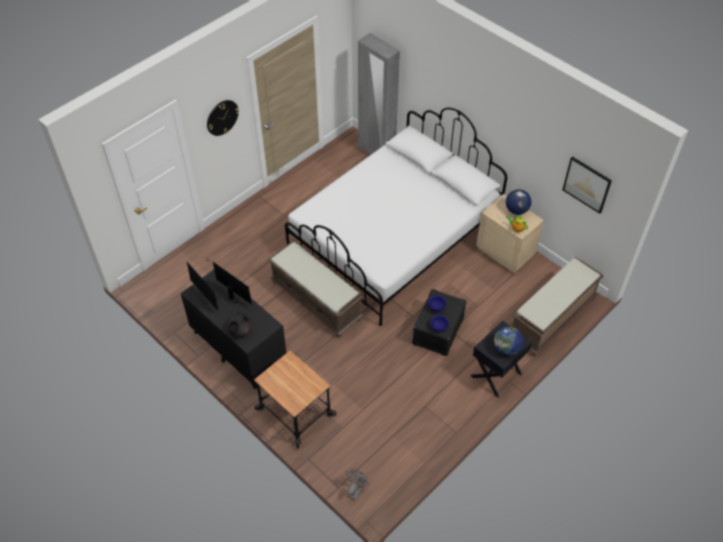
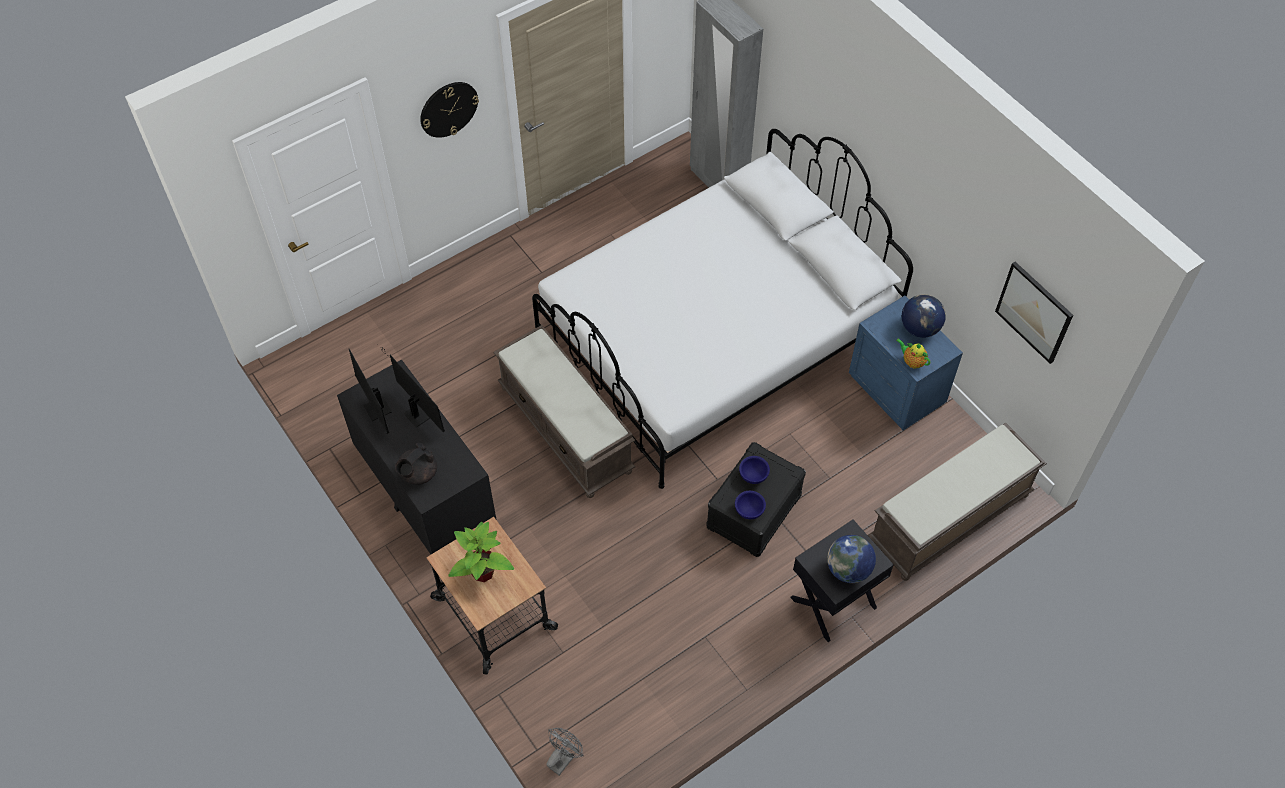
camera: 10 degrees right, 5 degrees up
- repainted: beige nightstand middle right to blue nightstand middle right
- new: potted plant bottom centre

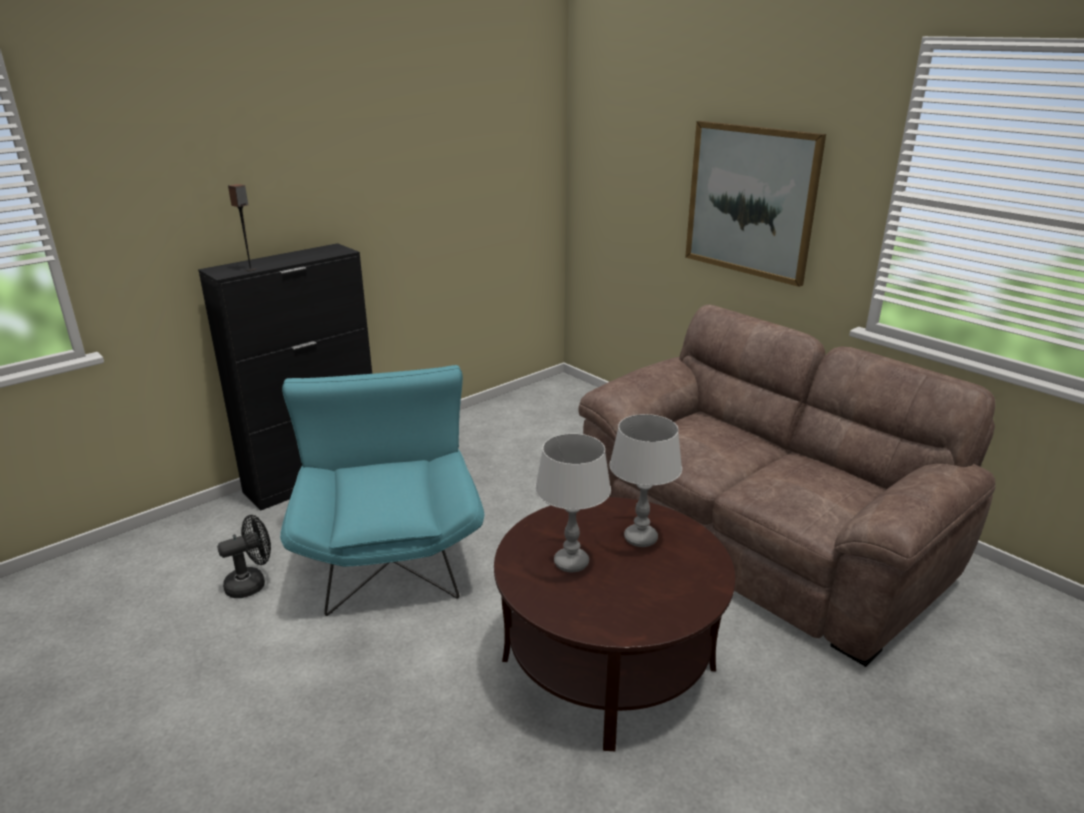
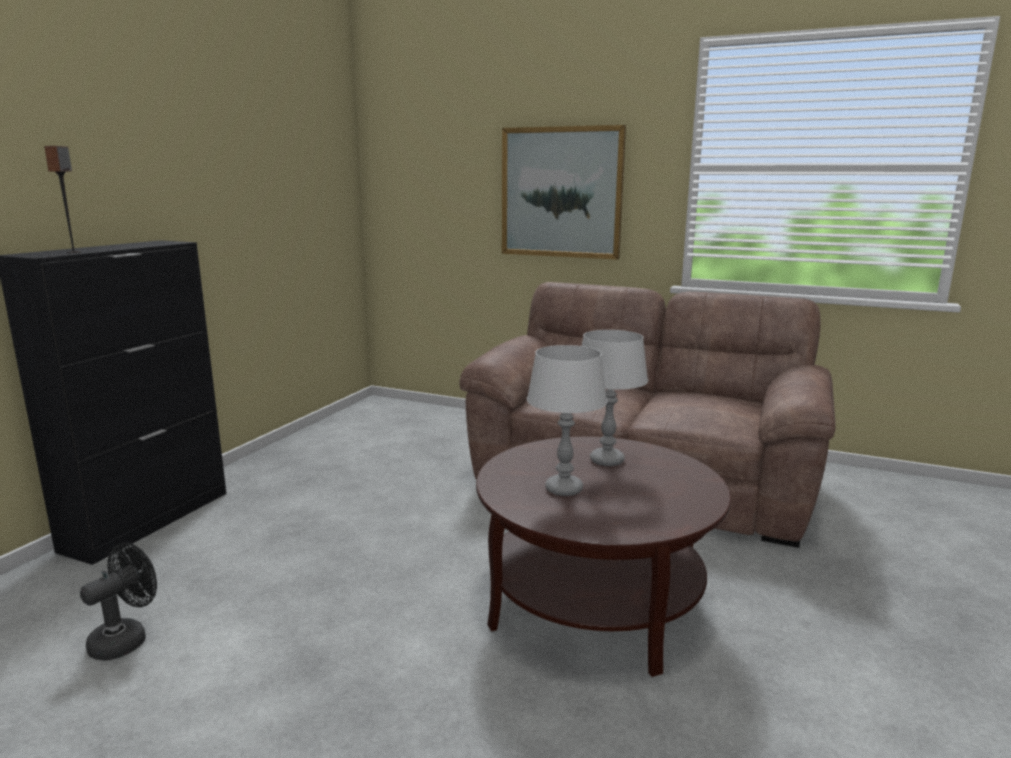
camera: 25 degrees left, 10 degrees down
- gone: turquoise armchair centre

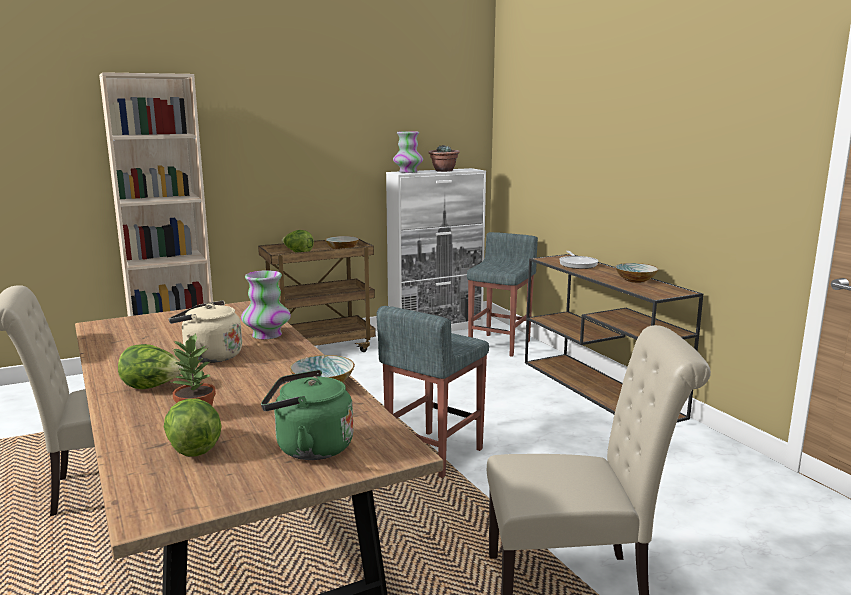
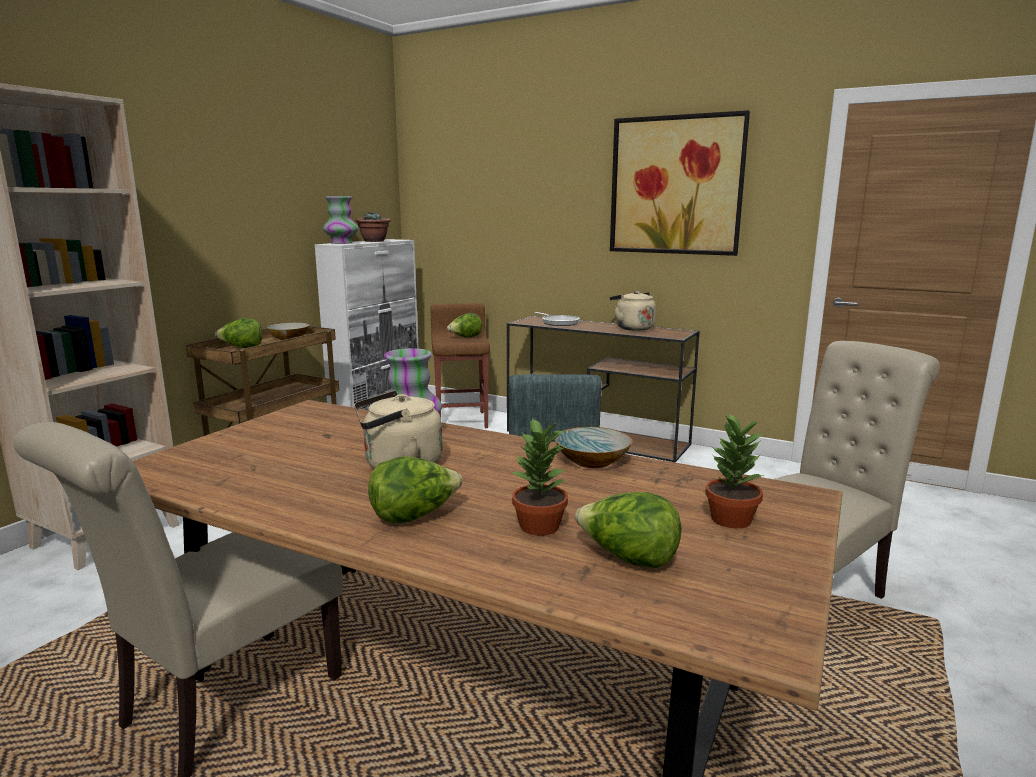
camera: 35 degrees left, 0 degrees up
- swapped: green kettle bottom centre to potted plant (no. 3 from left) middle right
- repainted: grey stool (no. 2 from left) centre to brown stool centre
- swapped: bowl (no. 3 from left) middle right to beige kettle (no. 2 from left) centre
- new: lettuce (no. 3 from left) centre
- new: picture top centre

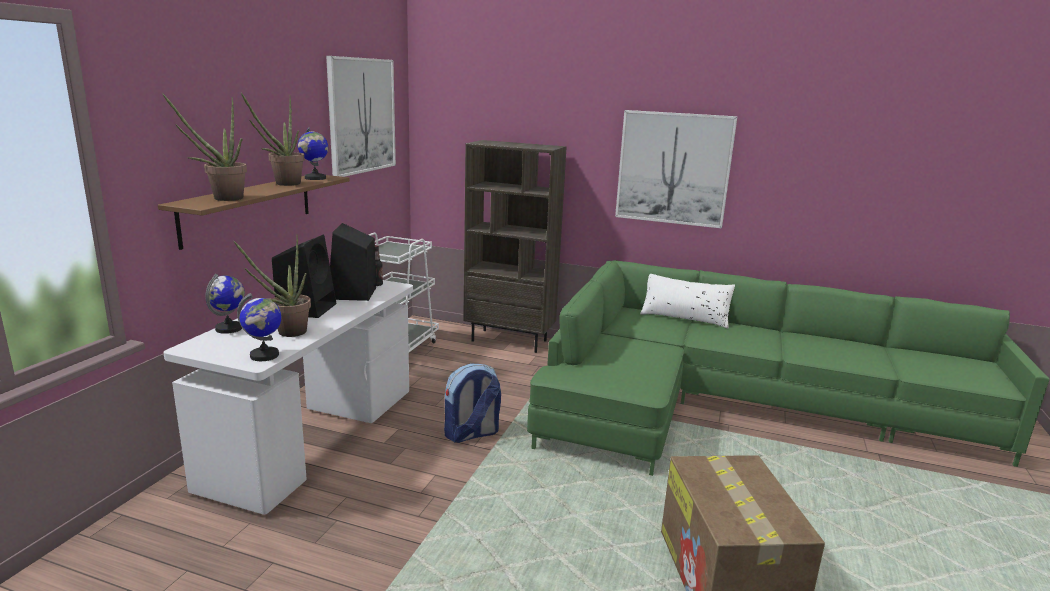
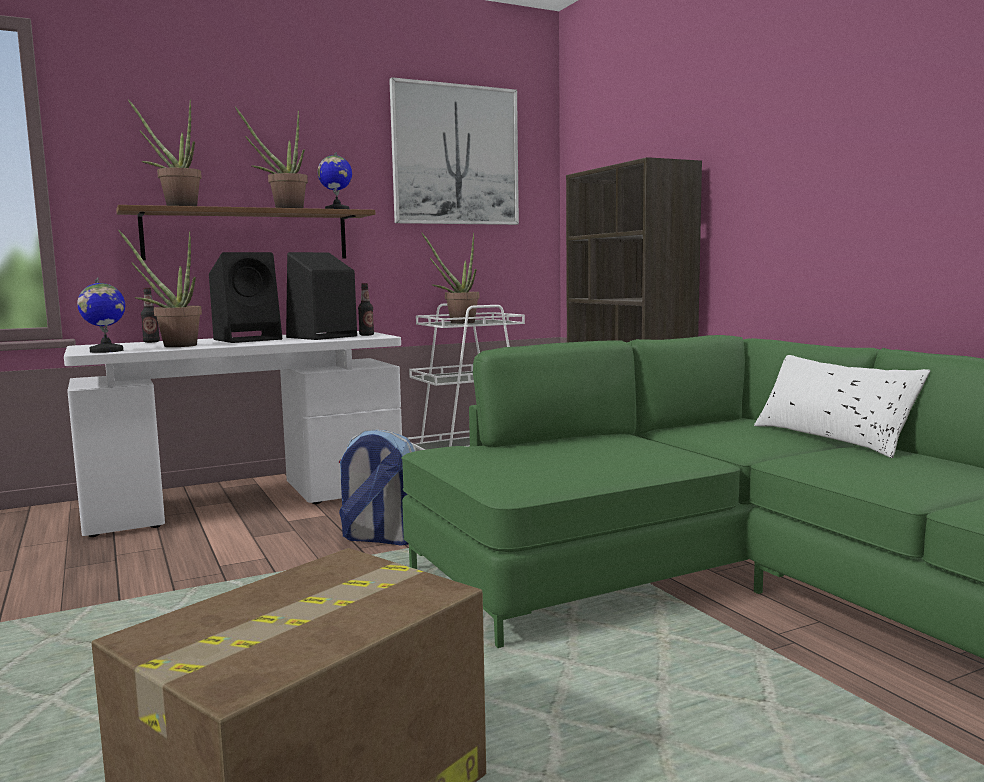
camera: 45 degrees right, 10 degrees down
- swapped: globe (no. 1 from left) middle left to bottle (no. 1 from left) middle left
- gone: picture (no. 2 from left) top centre
- new: potted plant (no. 4 from left) centre

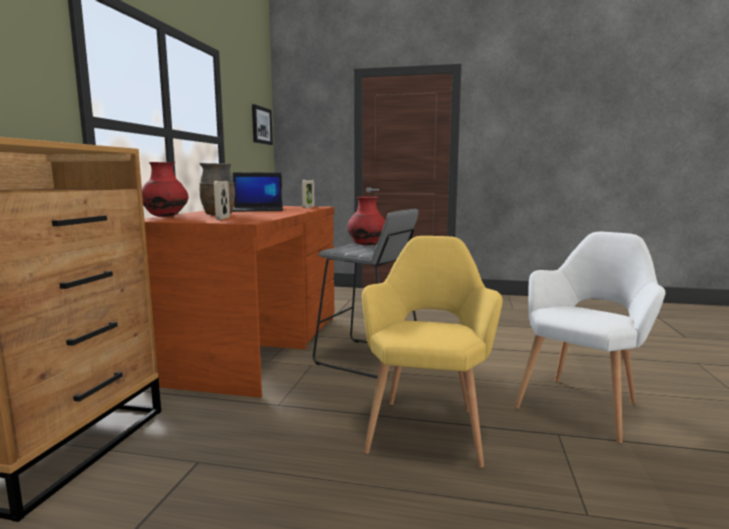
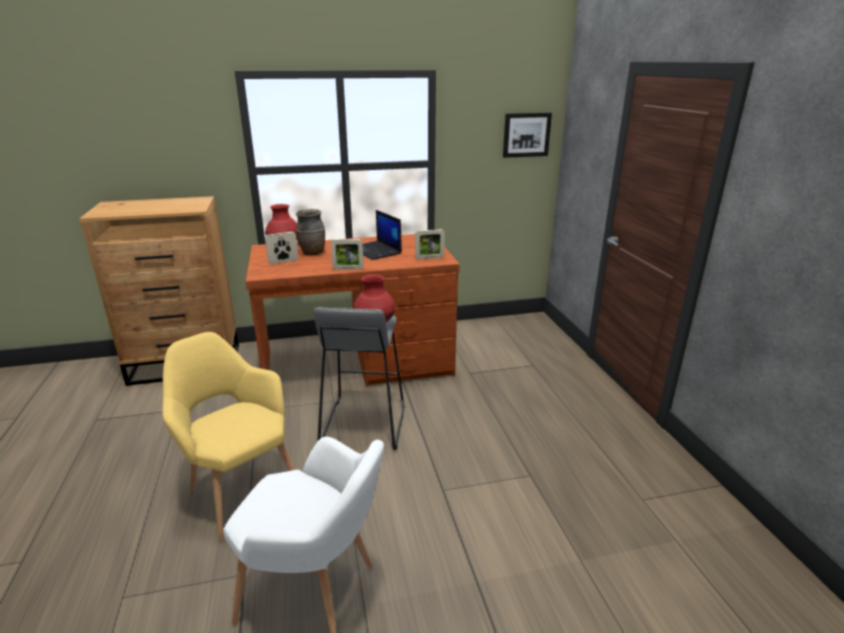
camera: 65 degrees right, 15 degrees up
- rotated: yellow armchair centre = bottom left 120 degrees counterclockwise
- new: picture frame (no. 2 from left) centre

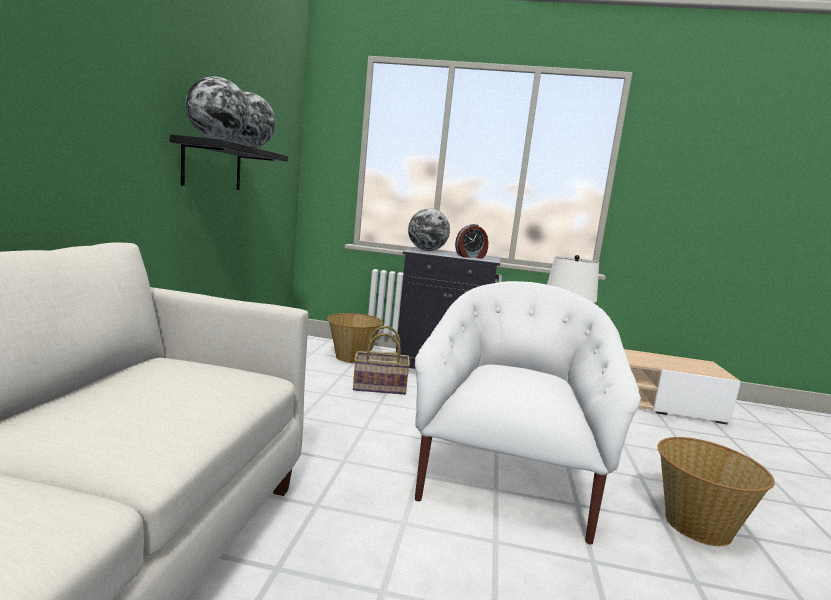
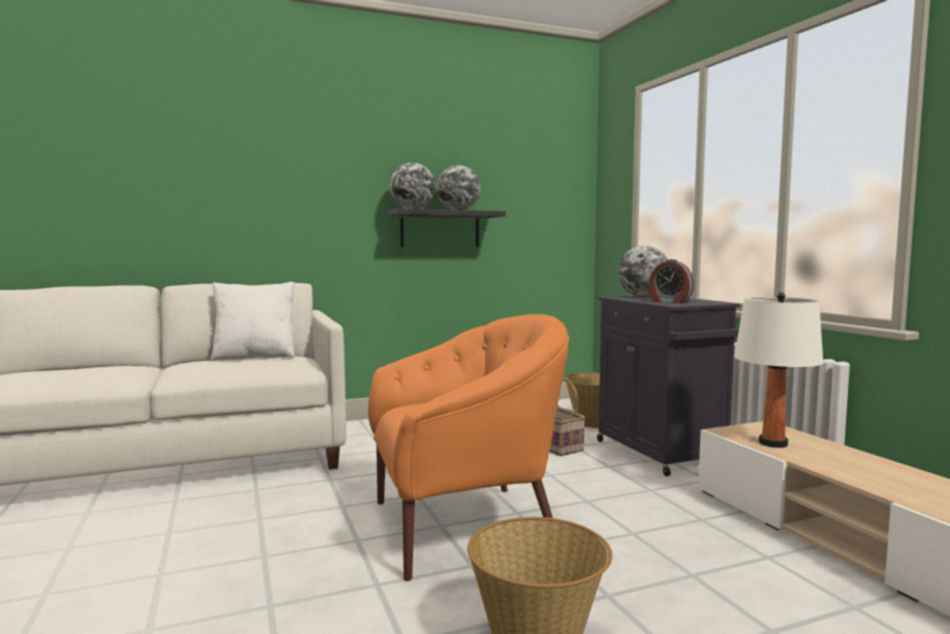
camera: 60 degrees right, 5 degrees down
- repainted: white armchair bottom centre to orange armchair bottom centre
- new: white pillow middle left

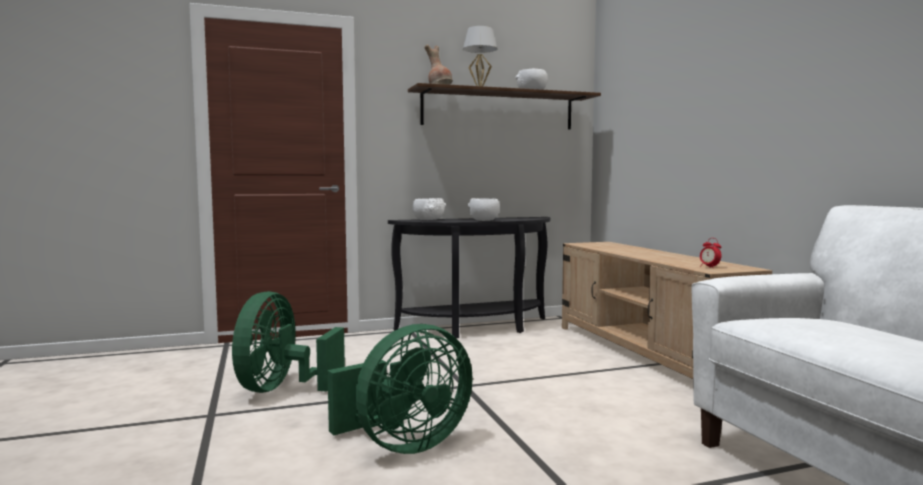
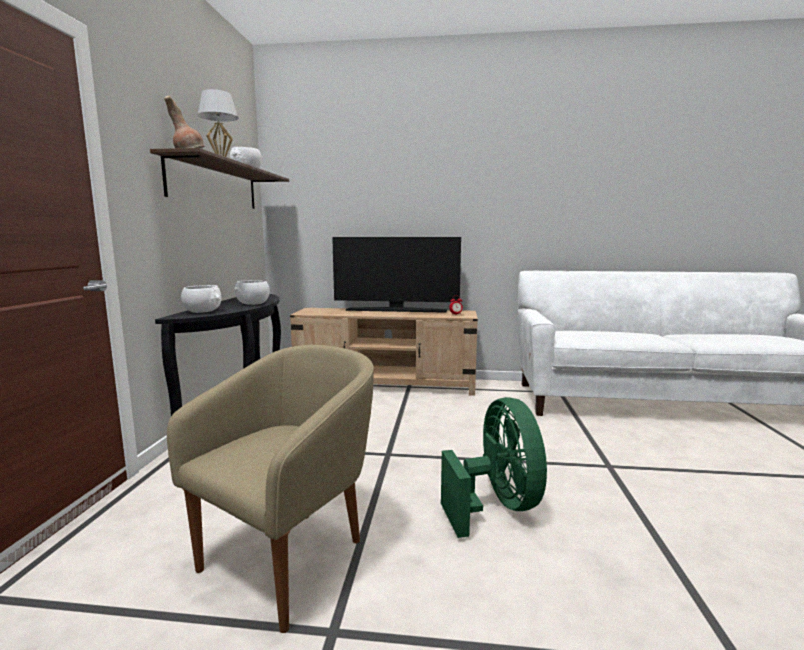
camera: 65 degrees left, 5 degrees up
- swapped: green fan (no. 1 from left) bottom left to beige armchair bottom centre
- new: television centre

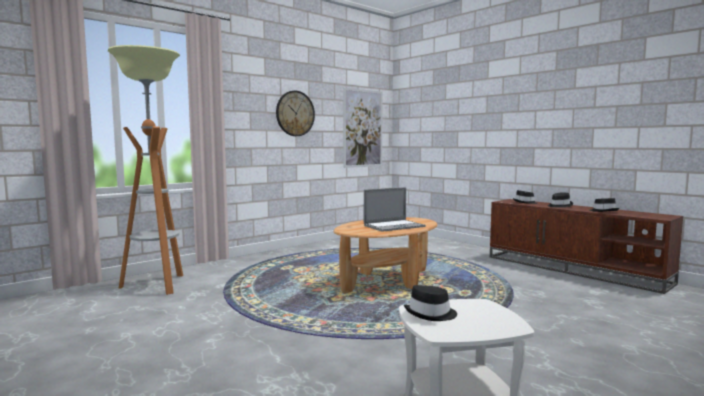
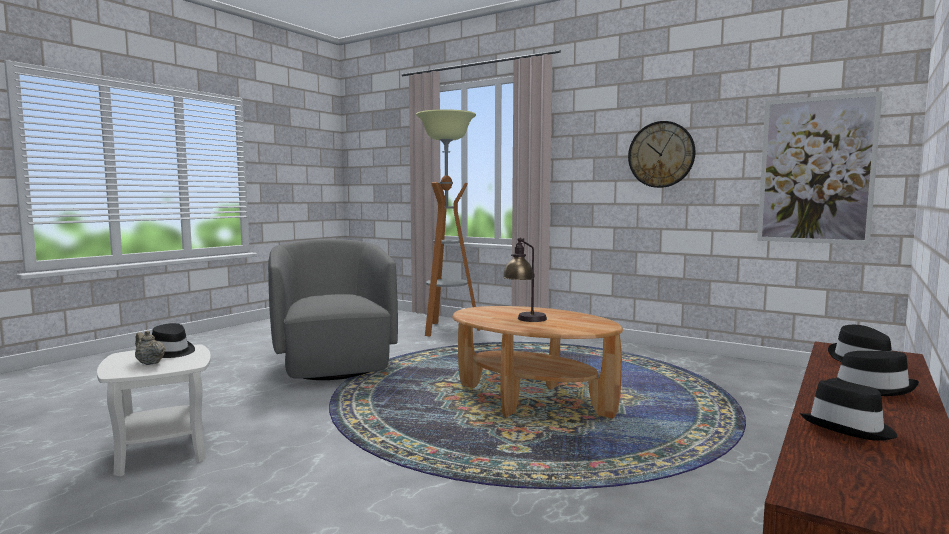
camera: 75 degrees right, 0 degrees up
- swapped: laptop centre to table lamp centre
- new: beige teapot middle left
- new: grey armchair centre

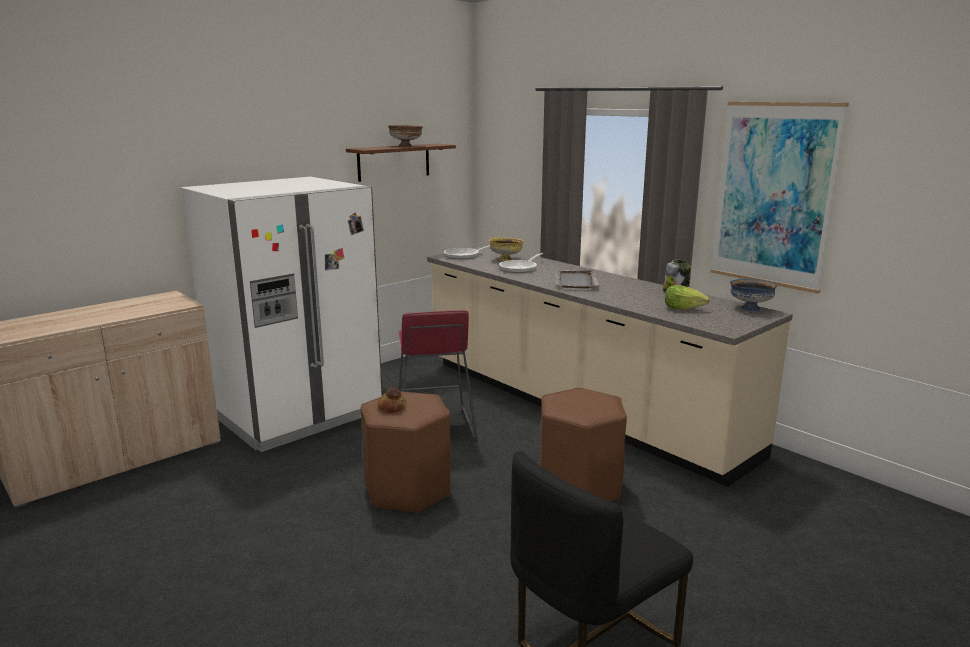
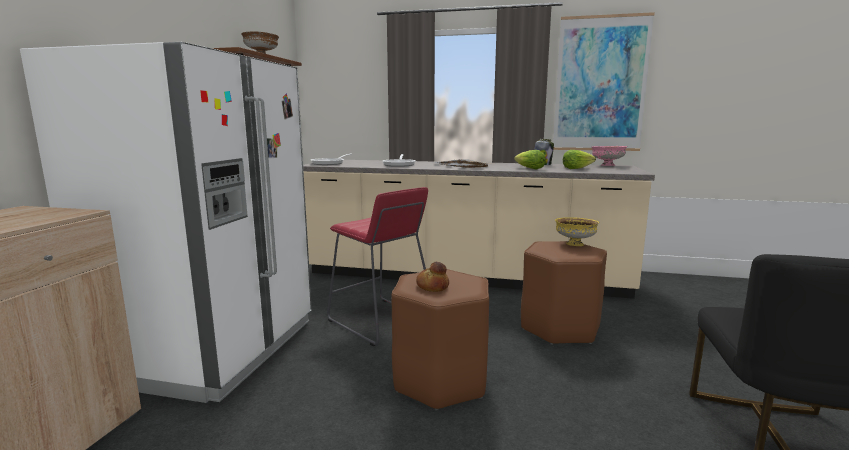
camera: 35 degrees left, 5 degrees down
- shifted: yellow bowl centre to middle right
- repainted: blue bowl middle right to pink bowl middle right
- new: lettuce (no. 1 from left) centre

